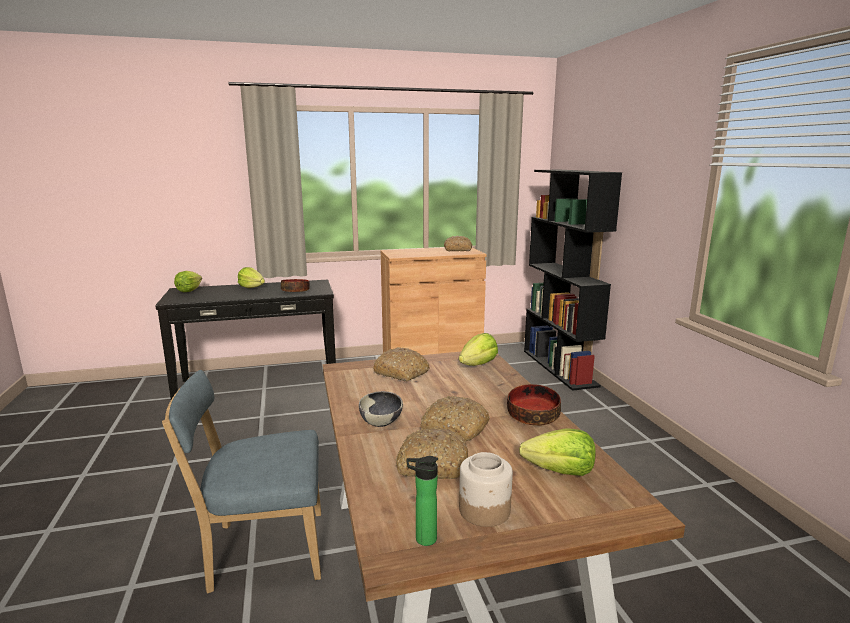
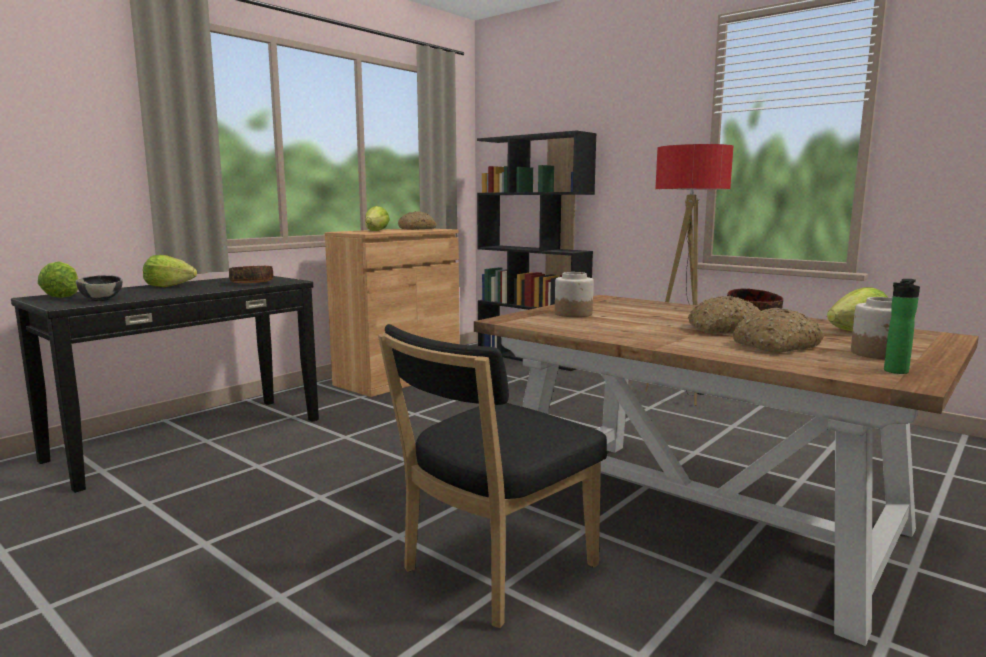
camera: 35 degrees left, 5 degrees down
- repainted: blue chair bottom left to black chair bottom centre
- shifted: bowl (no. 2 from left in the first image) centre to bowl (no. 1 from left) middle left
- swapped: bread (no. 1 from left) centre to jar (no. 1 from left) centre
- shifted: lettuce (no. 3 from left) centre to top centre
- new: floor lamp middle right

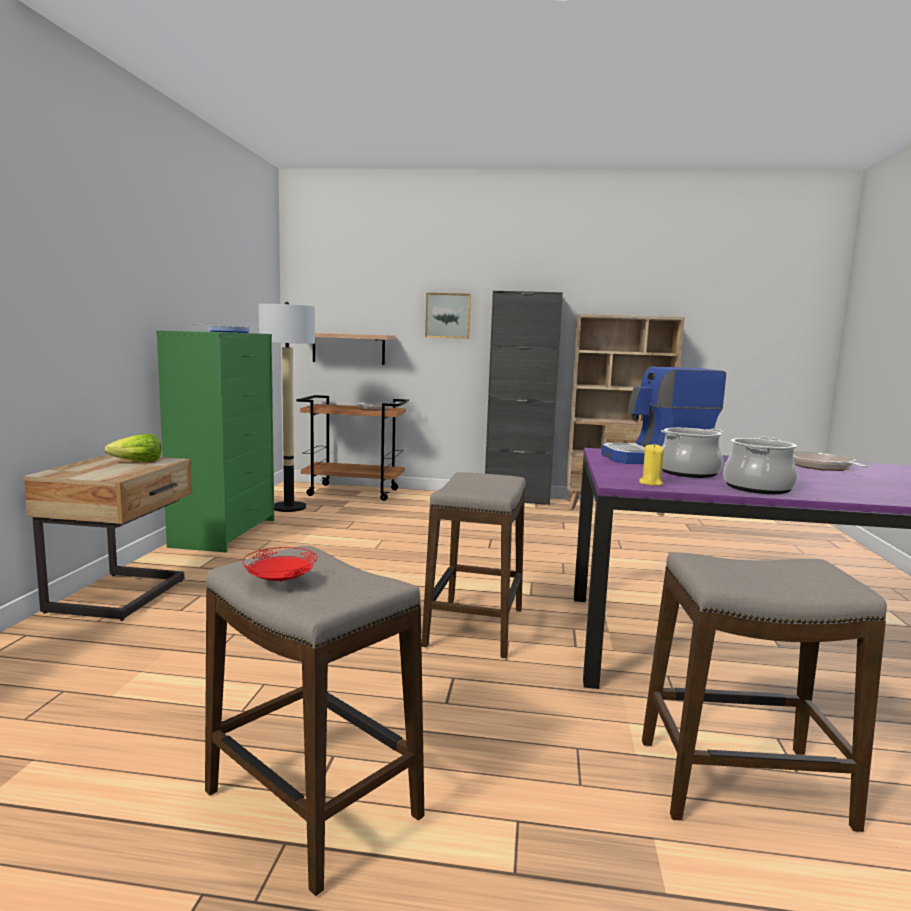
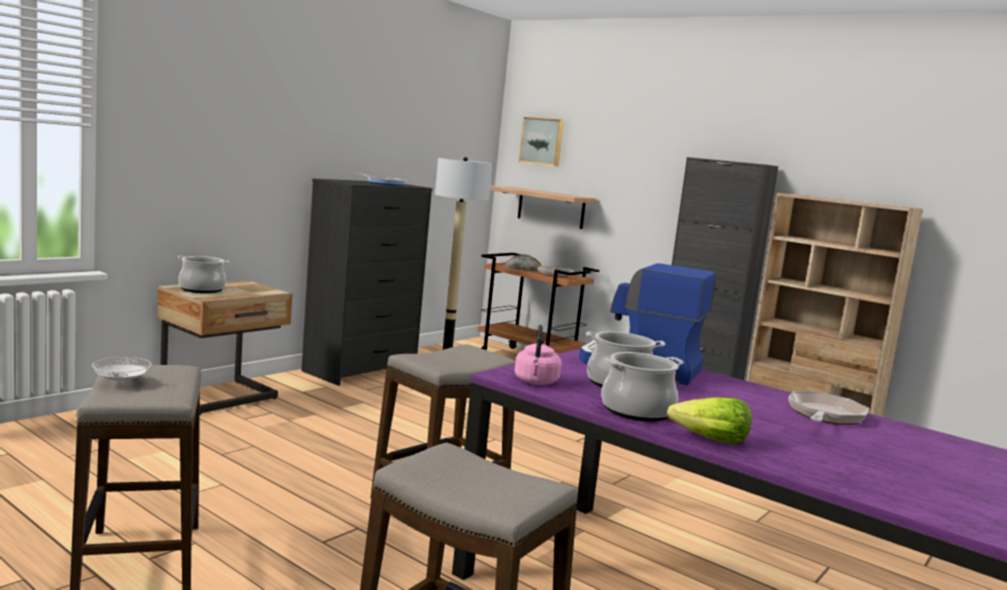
camera: 30 degrees right, 0 degrees up
- shifted: lettuce middle left to bottom right
- repainted: green dresser middle left to black dresser centre
- repainted: red plate middle left to white plate middle left
- shifted: picture centre to top centre
- swapped: yellow candle middle right to pink kettle centre
- new: cooking pot (no. 1 from left) middle left
- new: bread centre

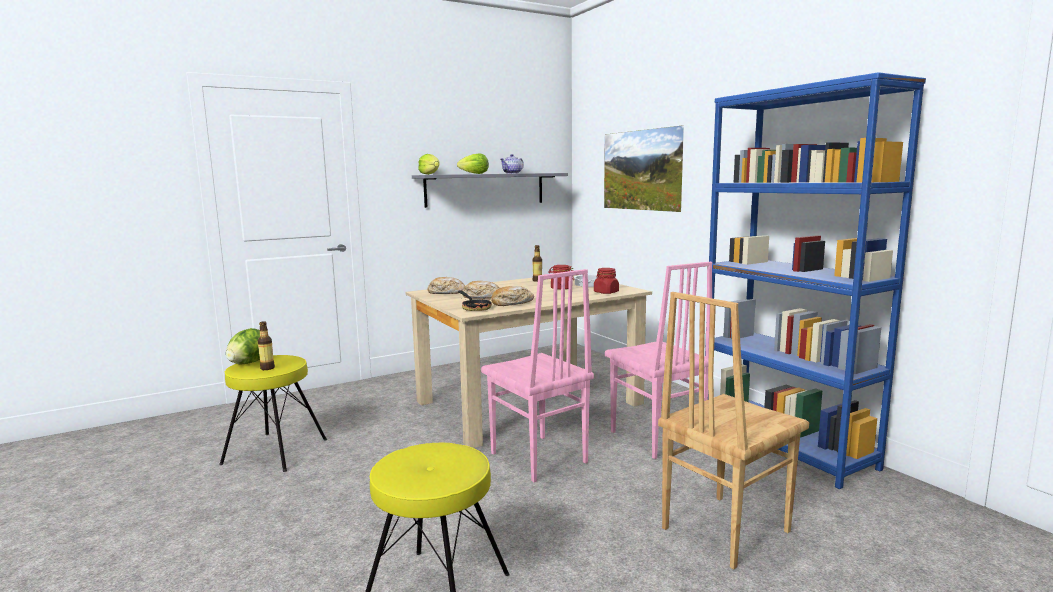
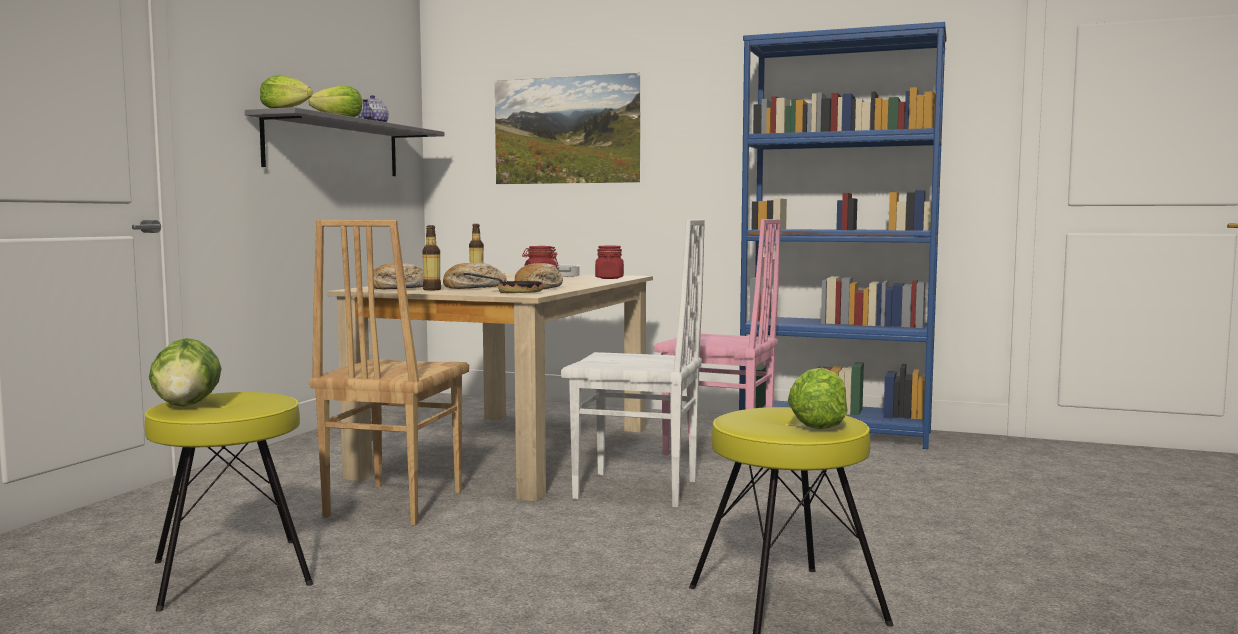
camera: 40 degrees left, 5 degrees down
- shifted: bottle (no. 1 from left) middle left to centre
- repainted: pink chair (no. 1 from left) centre to white chair centre
- shifted: brown chair bottom right to middle left
- new: lettuce (no. 4 from left) centre

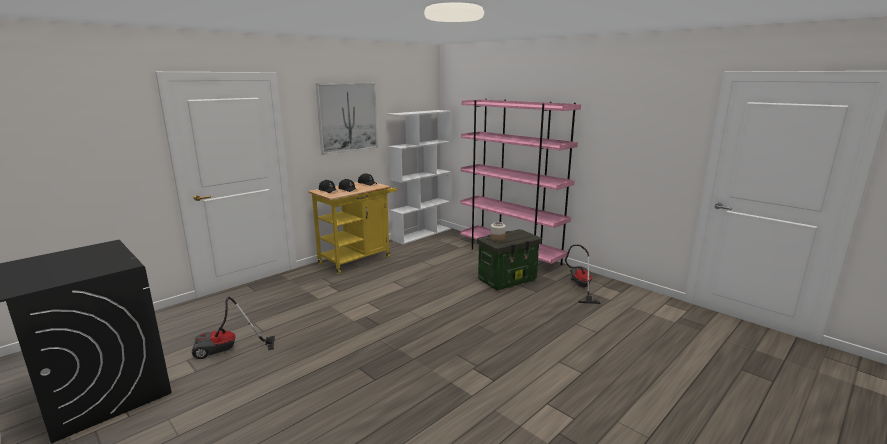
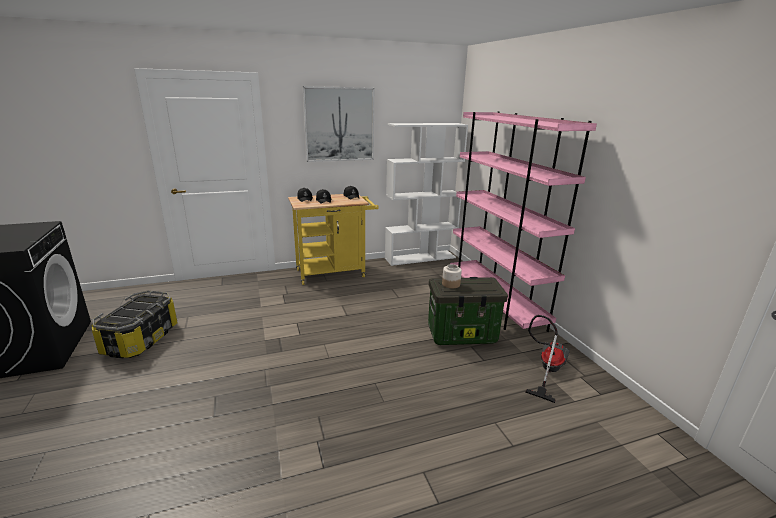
camera: 25 degrees right, 5 degrees up
- swapped: vacuum cleaner (no. 1 from left) bottom left to storage box (no. 1 from left) middle left

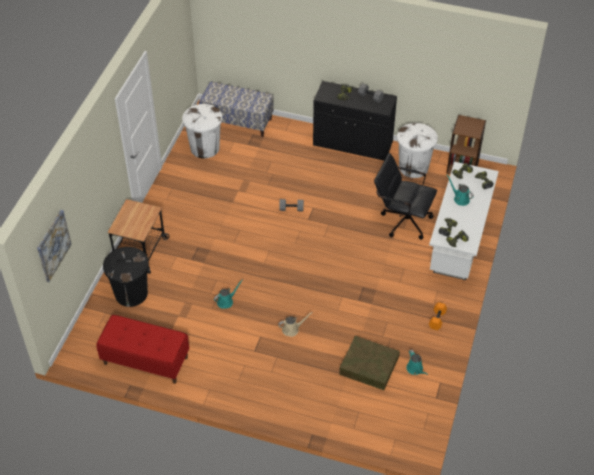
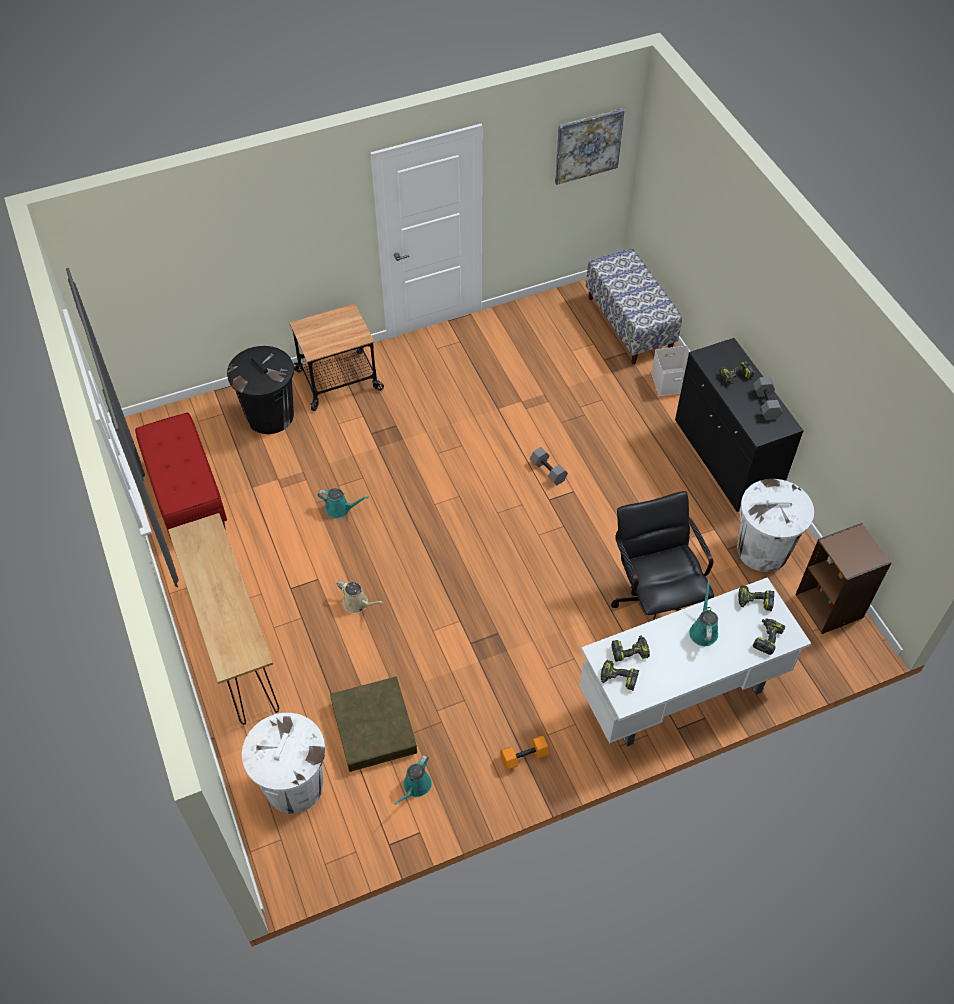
camera: 50 degrees right, 5 degrees up
- shifted: picture middle left to top centre
- shifted: white trash can (no. 1 from left) top centre to bottom left
- new: brown console table middle left
- new: white storage box middle right

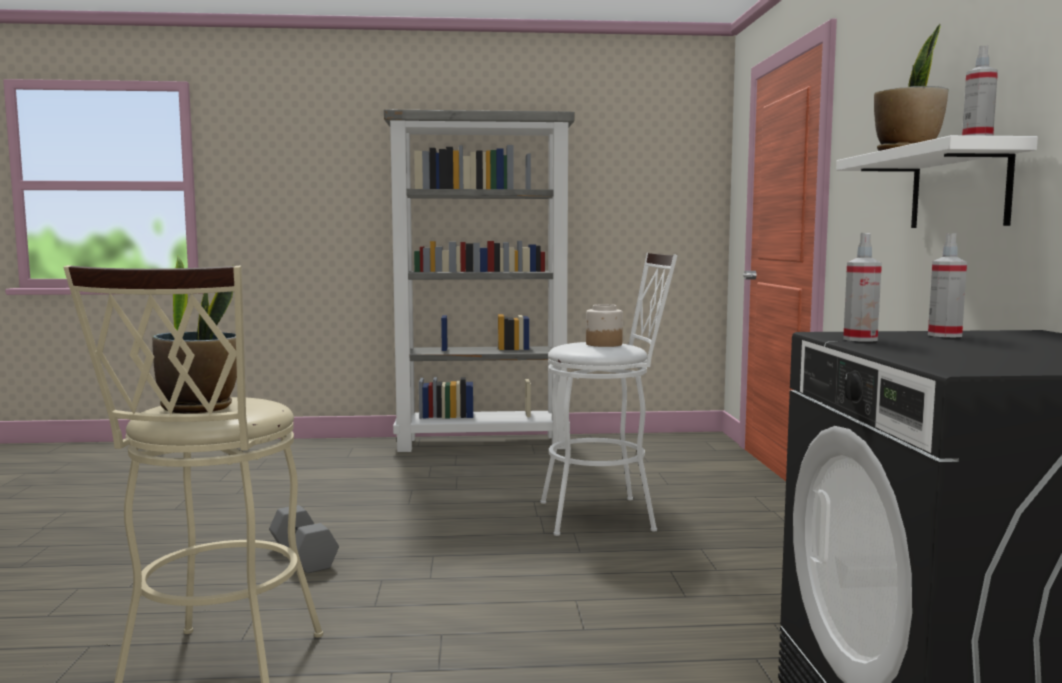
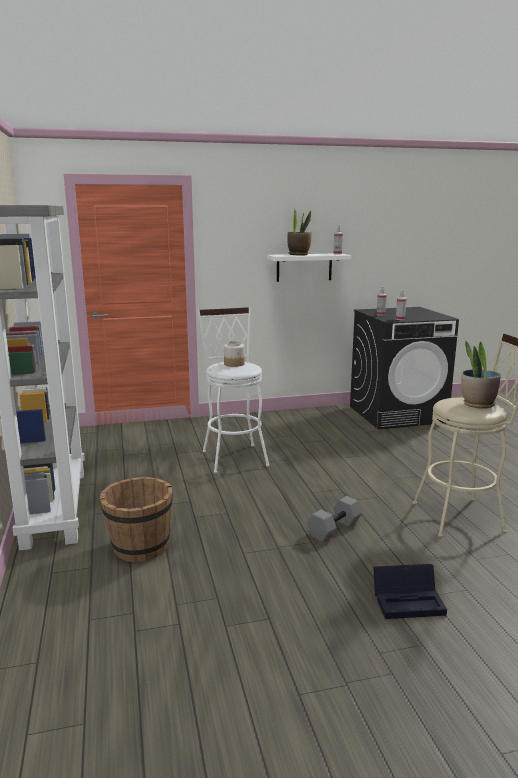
camera: 100 degrees left, 10 degrees up
- new: brown bucket bottom left
- new: black storage box bottom right

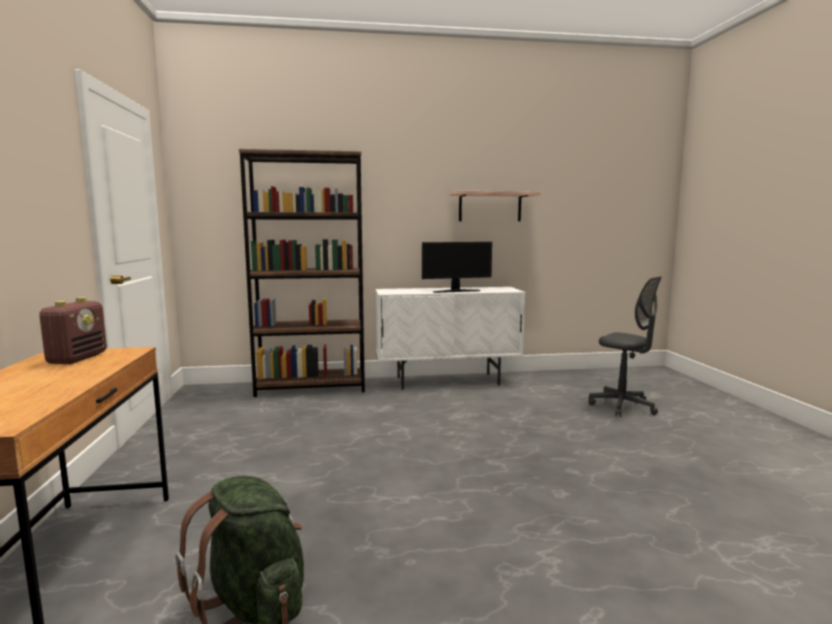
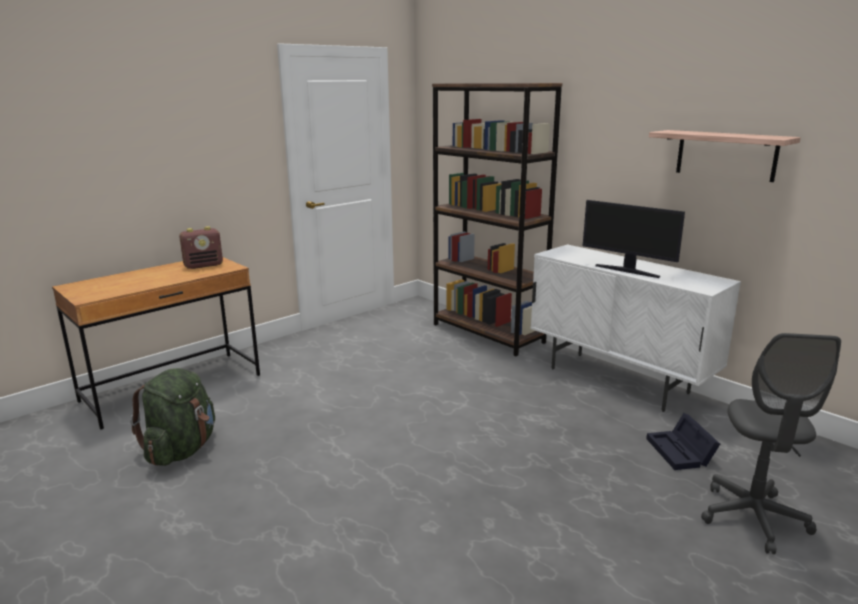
camera: 55 degrees right, 10 degrees up
- new: black storage box bottom right

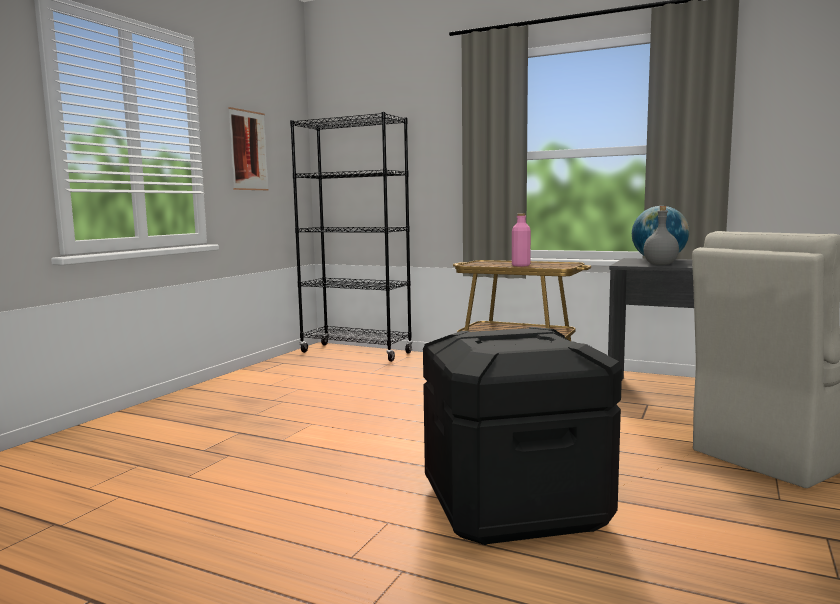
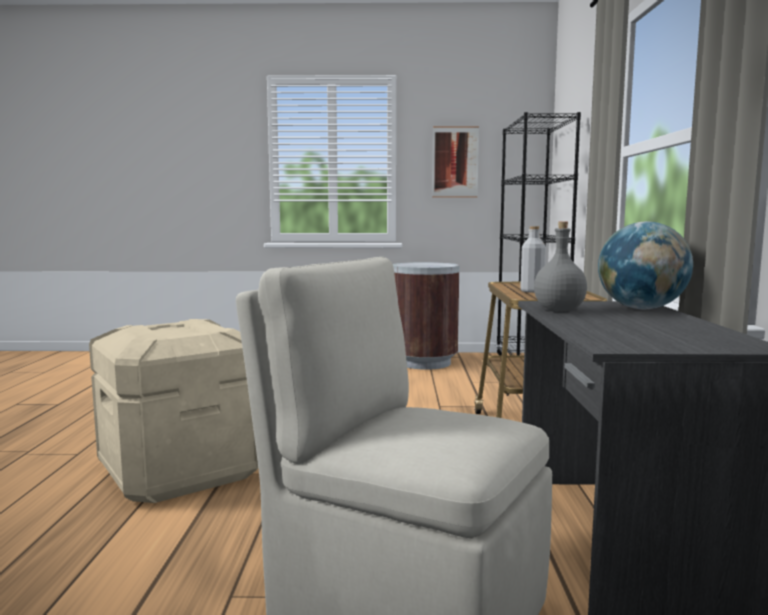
camera: 65 degrees right, 0 degrees up
- repainted: black storage box bottom centre to beige storage box bottom left
- repainted: pink bottle centre to grey bottle (no. 1 from left) middle right
- new: brown trash can centre

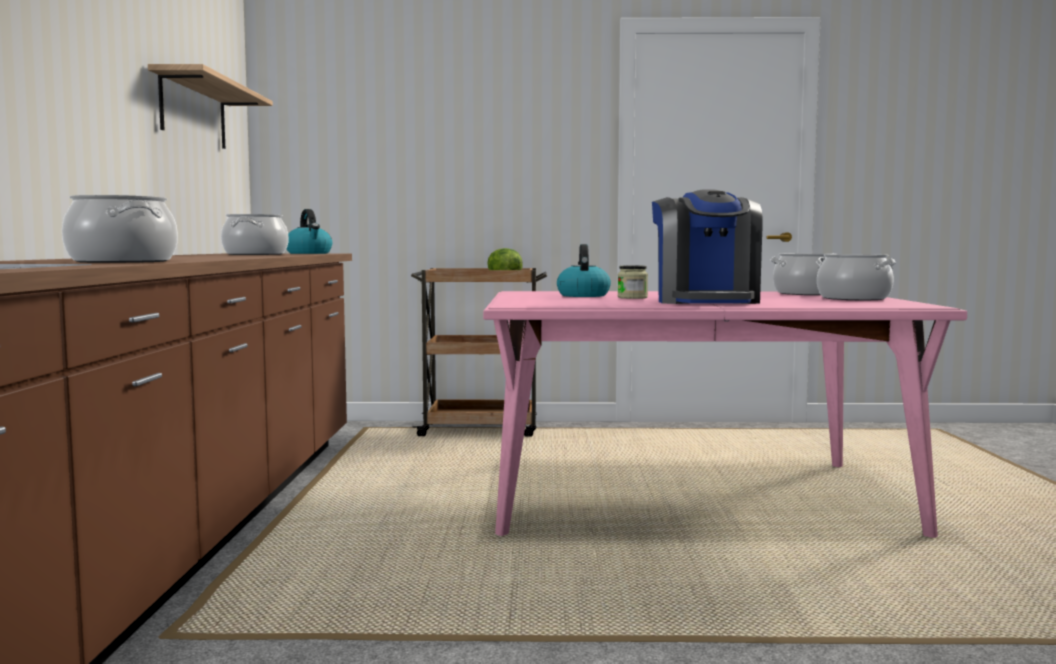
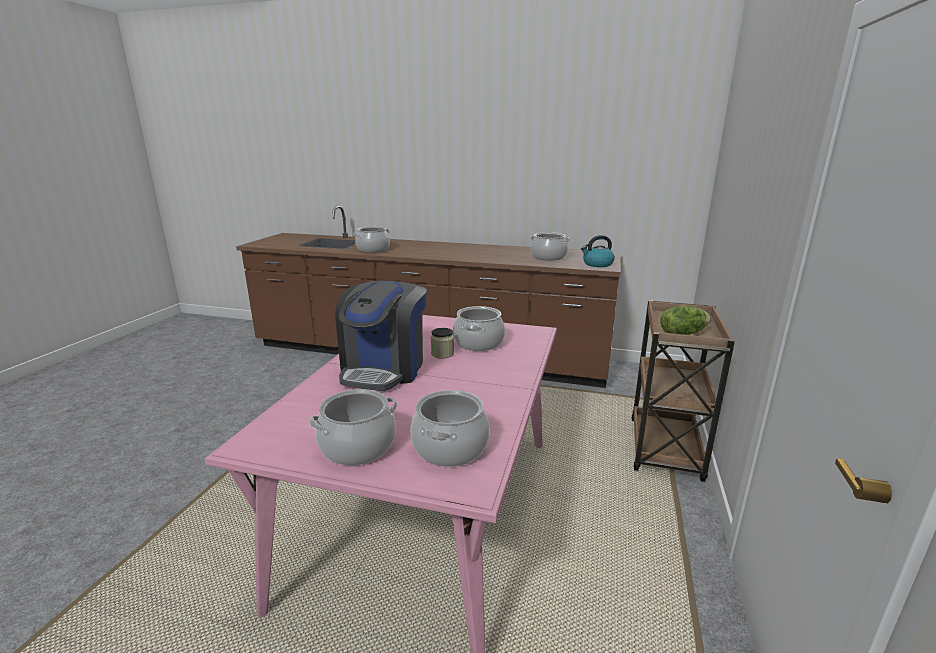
camera: 105 degrees right, 15 degrees up
- gone: shelf top left
- swapped: kettle (no. 2 from left) centre to cooking pot (no. 4 from left) centre
- rotated: coffee machine middle right = centre 90 degrees counterclockwise

